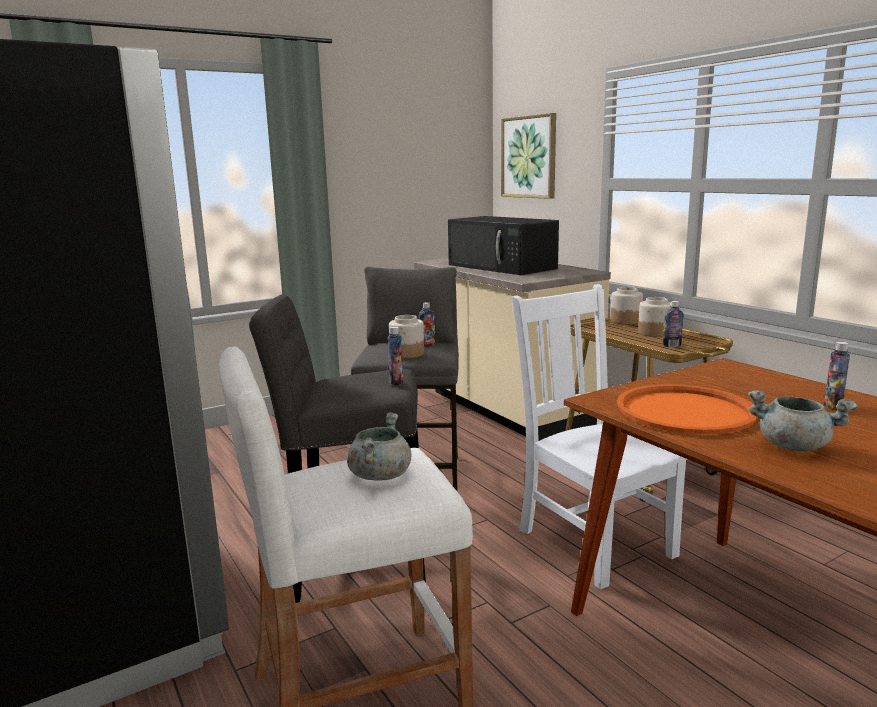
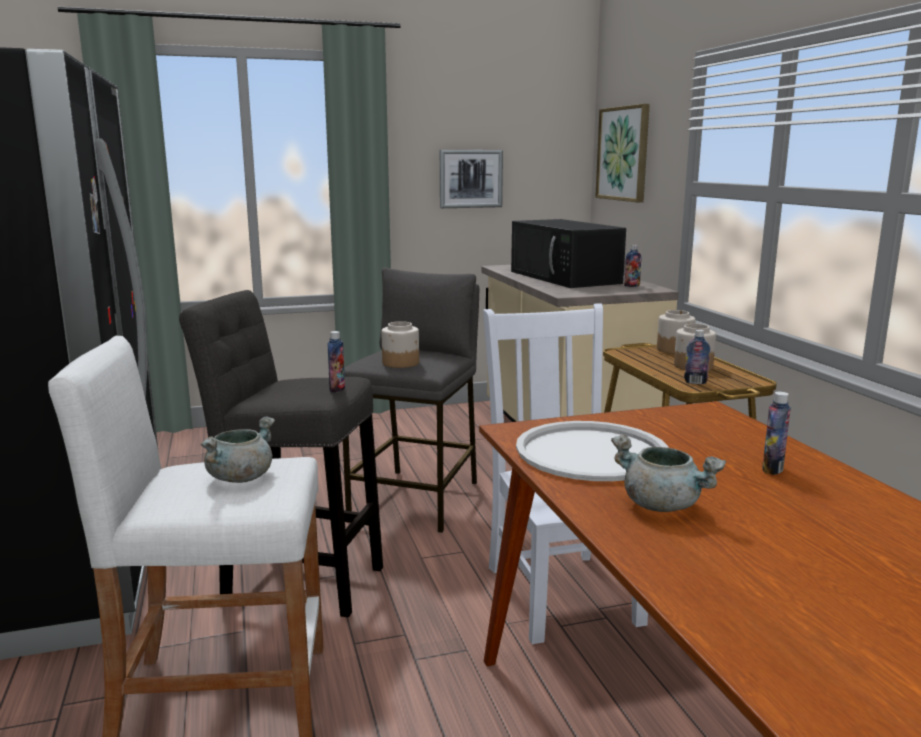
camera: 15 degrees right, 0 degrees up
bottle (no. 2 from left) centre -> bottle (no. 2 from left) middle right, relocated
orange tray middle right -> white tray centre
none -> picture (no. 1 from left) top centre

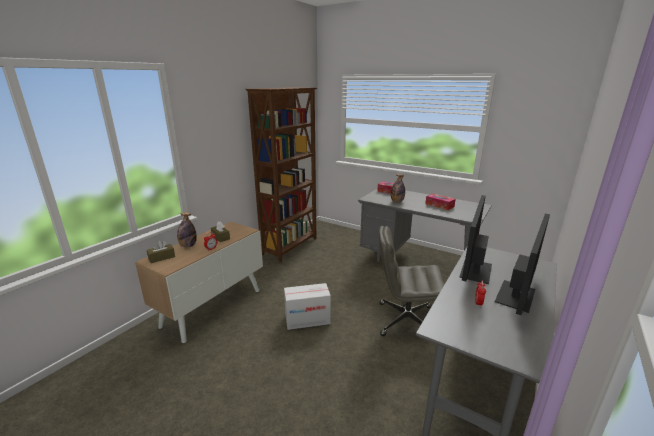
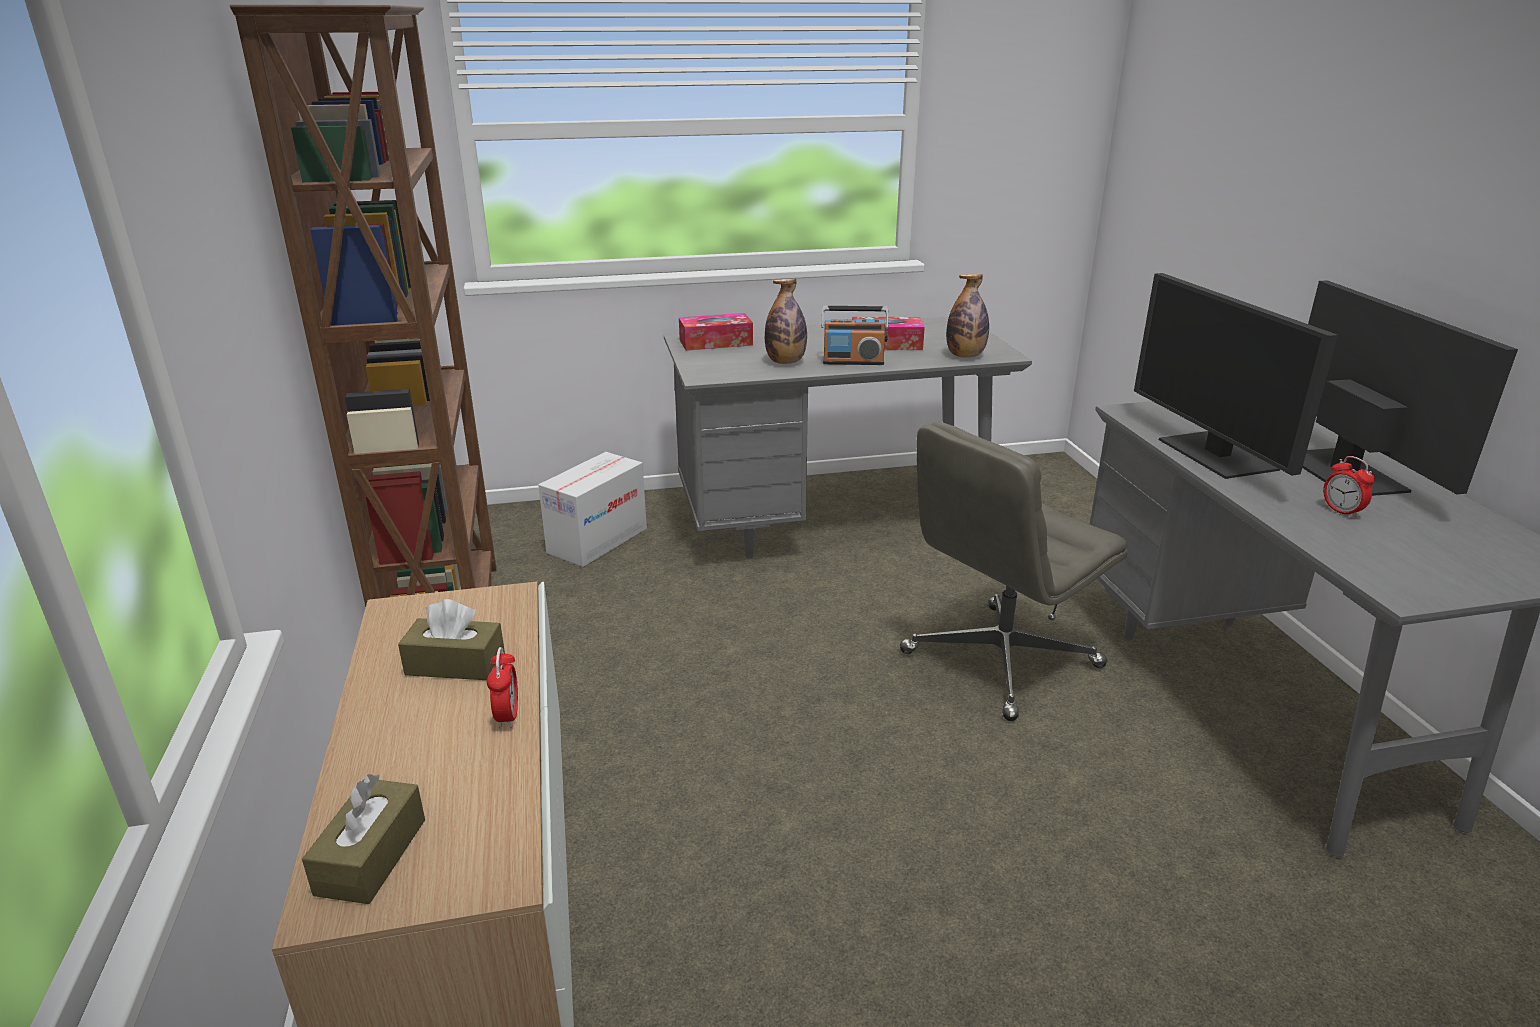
camera: 45 degrees left, 5 degrees up
bottle (no. 1 from left in the first image) middle left -> bottle (no. 2 from left) top centre, relocated
cardboard box bottom centre -> cardboard box centre, relocated
none -> radio top centre

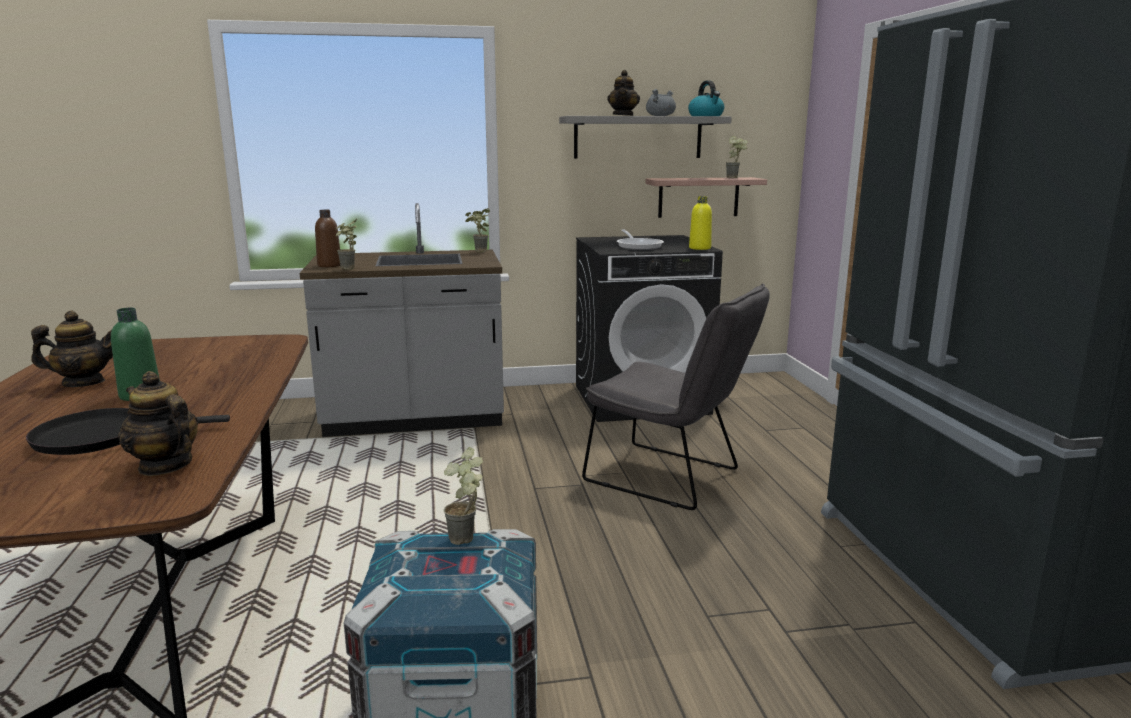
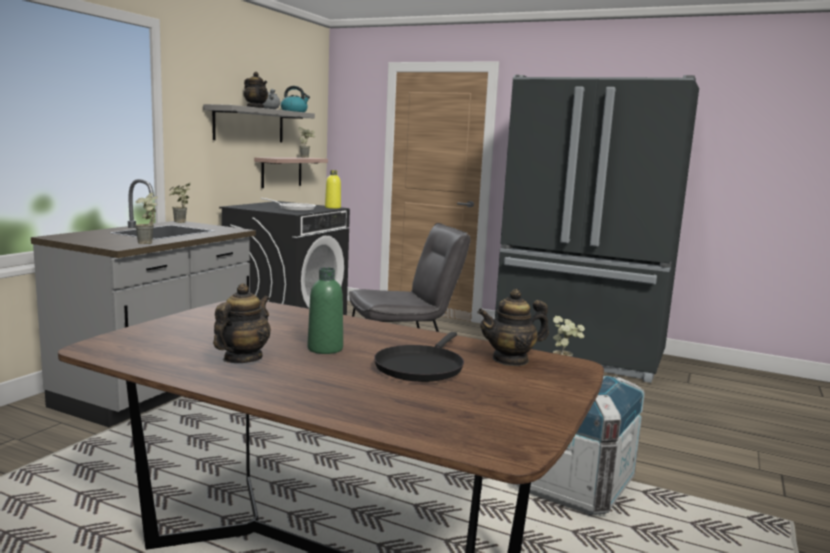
camera: 55 degrees left, 5 degrees down
brown bottle top left -> none

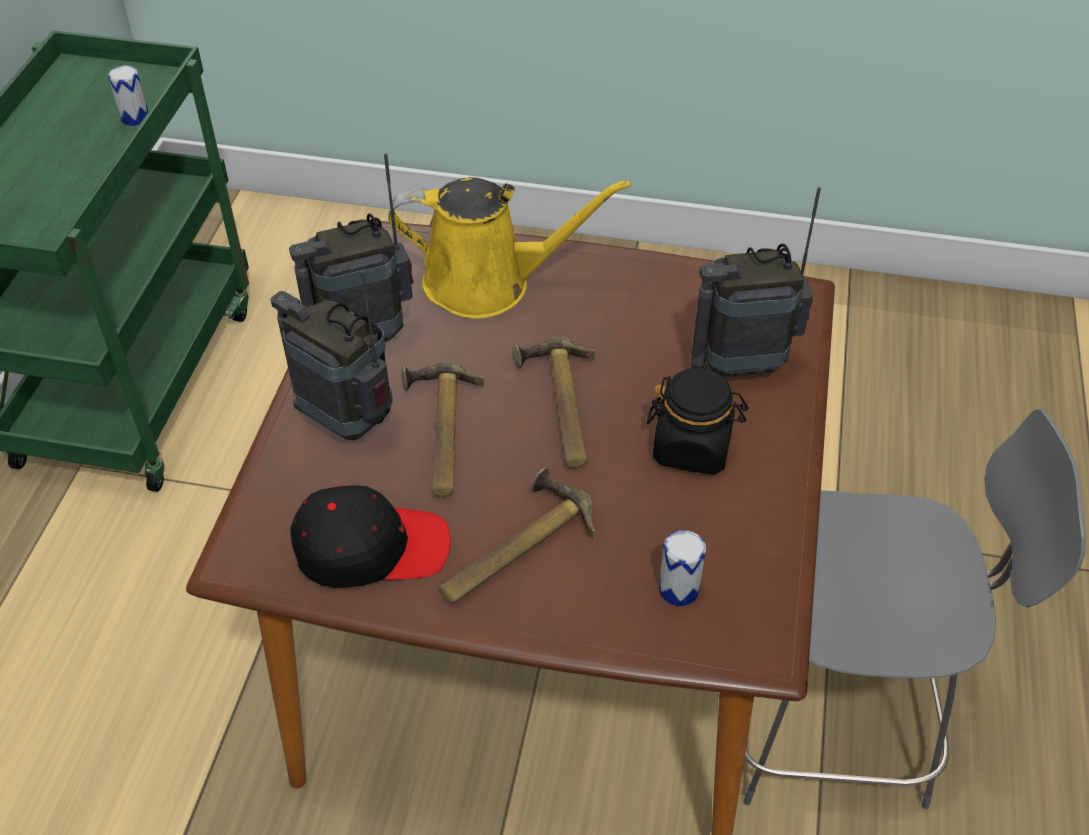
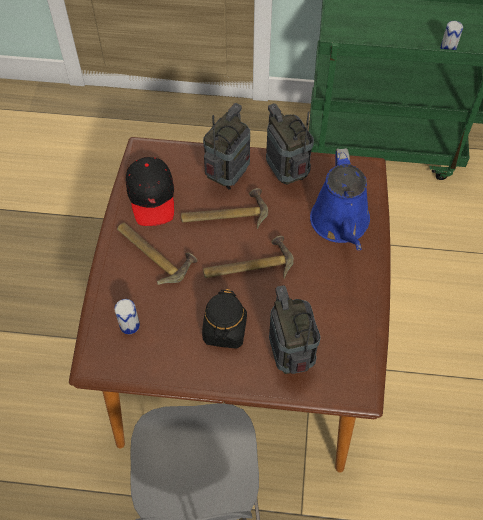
camera: 85 degrees right, 10 degrees up
yellow watering can top centre -> blue watering can middle right

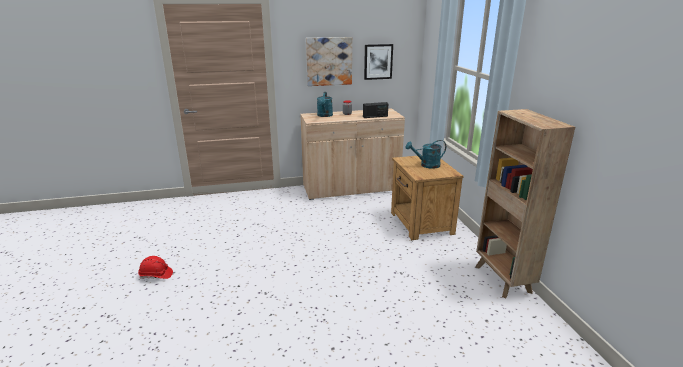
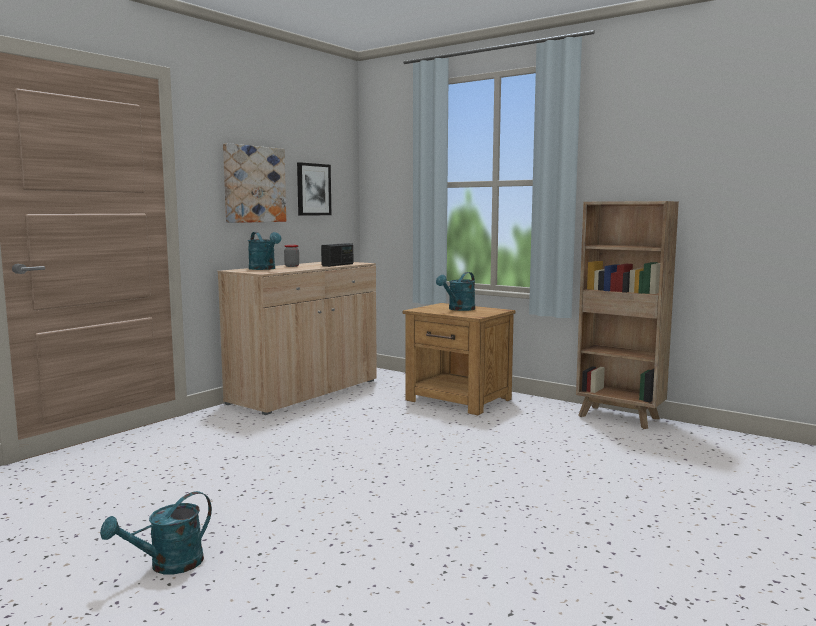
camera: 40 degrees left, 15 degrees down
red hard hat bottom left -> turquoise watering can (no. 1 from left) bottom left

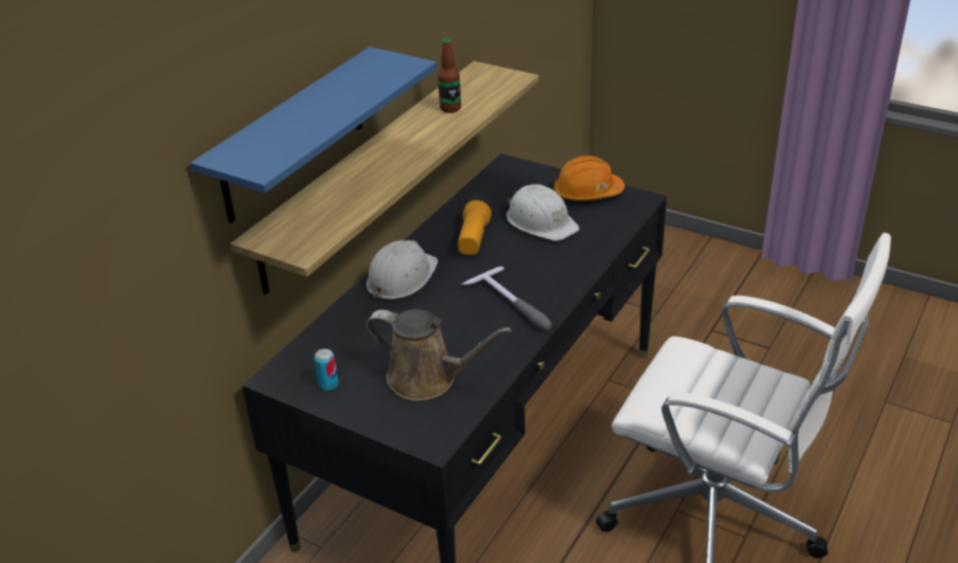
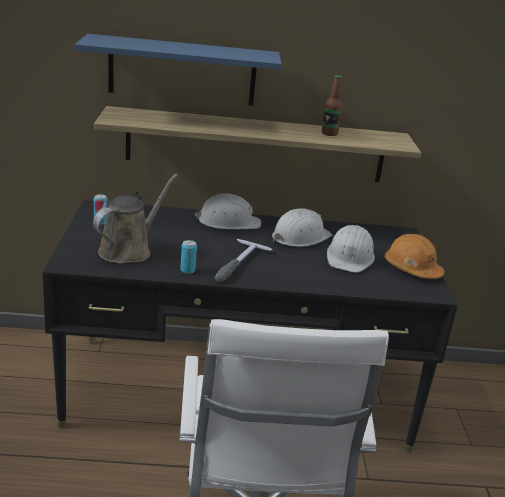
camera: 55 degrees right, 10 degrees down
flashlight centre -> white hard hat (no. 2 from left) centre
brown watering can centre -> brown watering can middle left, 135 degrees counterclockwise
none -> can (no. 2 from left) centre

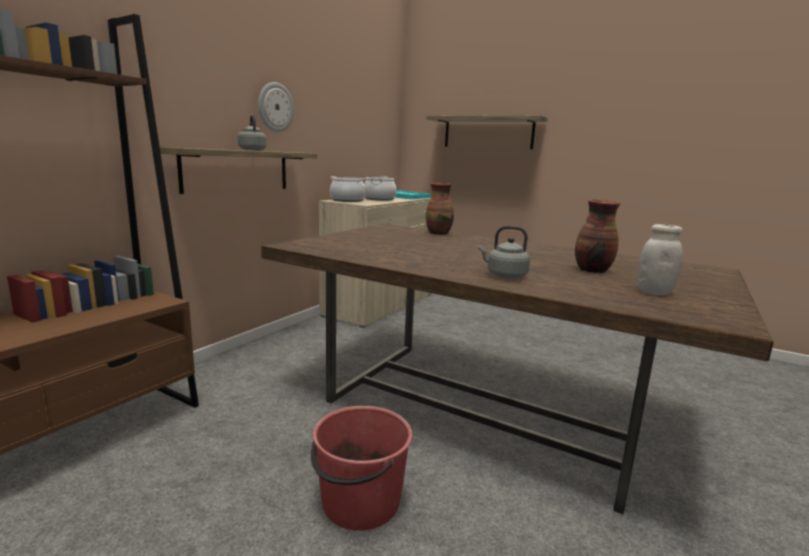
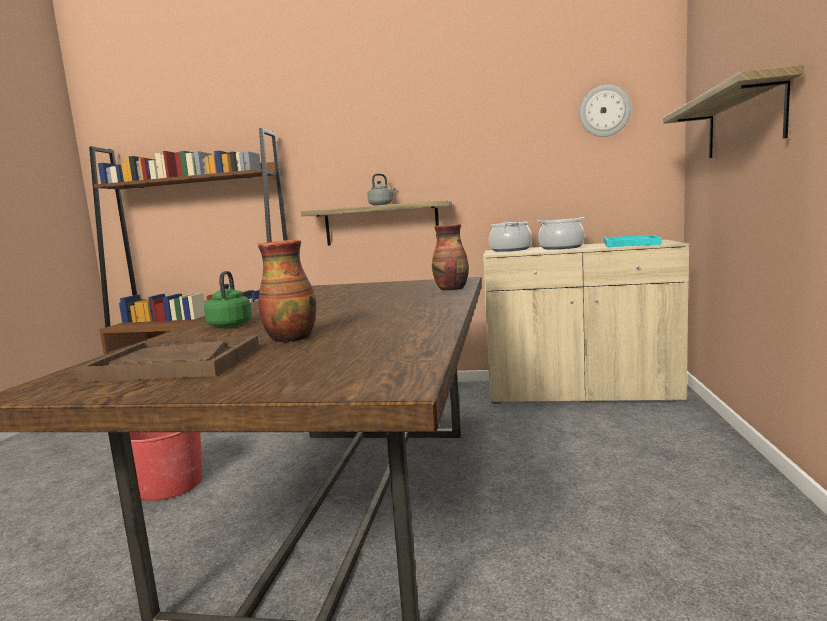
camera: 70 degrees right, 5 degrees down
wall clock top centre -> wall clock top right, relocated
white jar middle right -> brown tray middle left
grey kettle (no. 2 from left) centre -> green kettle middle left

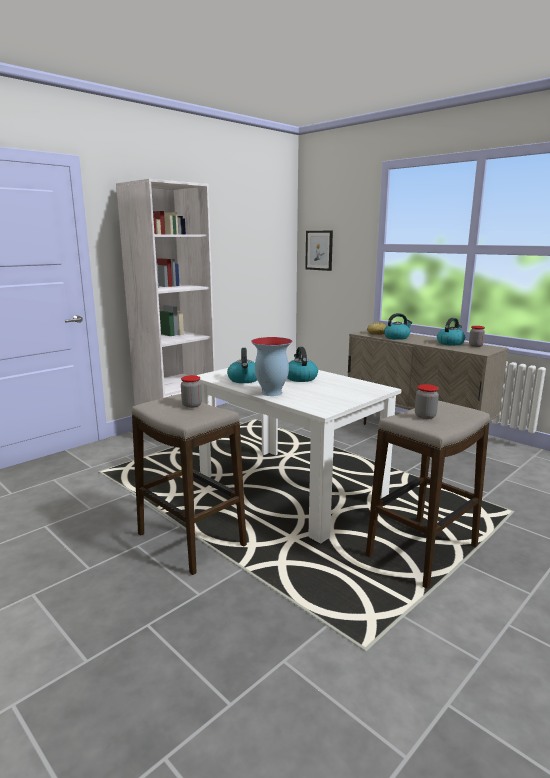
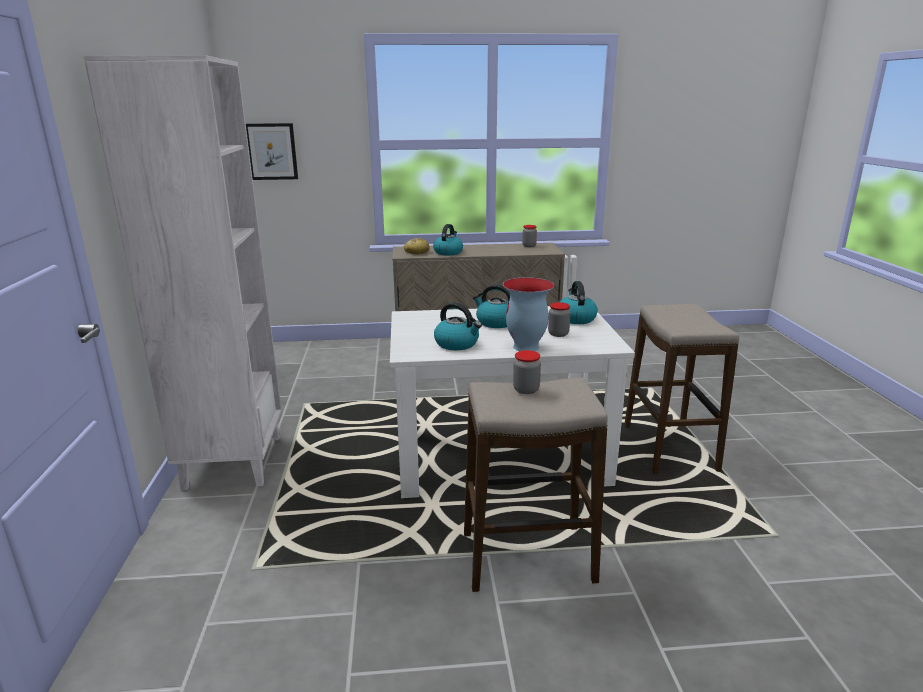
camera: 50 degrees left, 5 degrees up
kettle (no. 4 from left) middle right -> kettle (no. 4 from left) centre, relocated
jar (no. 2 from left in the first image) middle right -> jar (no. 3 from left) centre, relocated

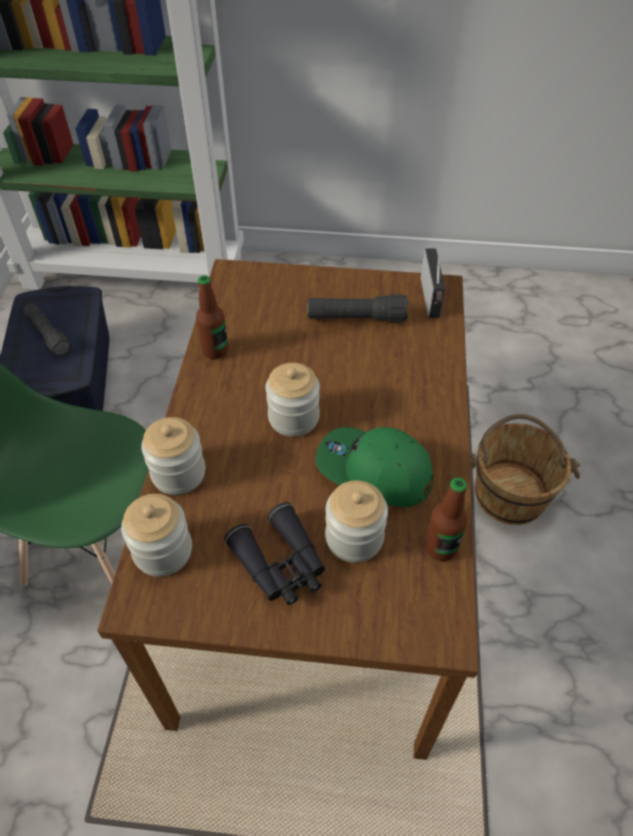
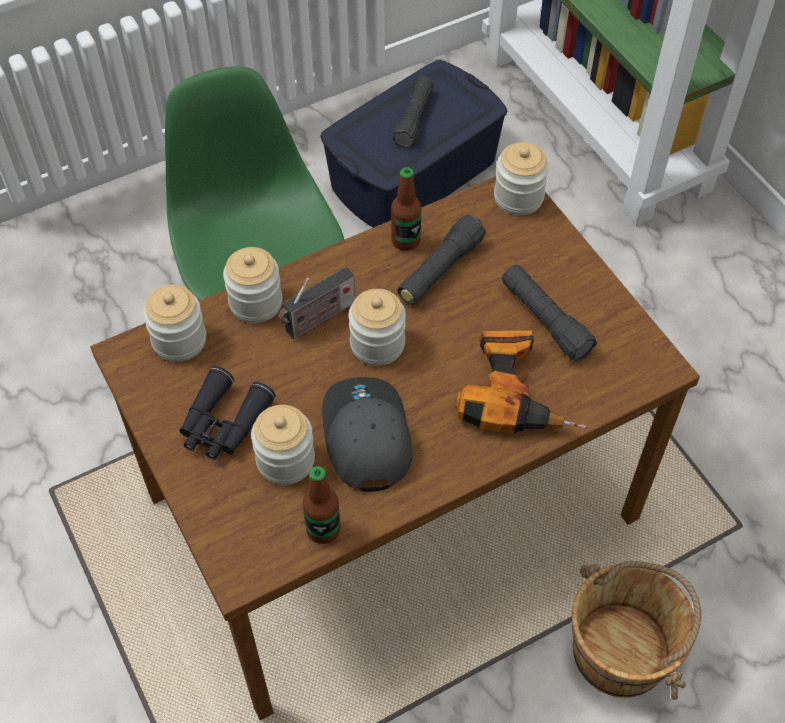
camera: 55 degrees right, 5 degrees up
radio middle right -> radio centre, relocated
green cap centre -> grey cap centre
none -> jar (no. 5 from left) top centre
none -> black flashlight (no. 2 from left) centre
none -> power drill centre

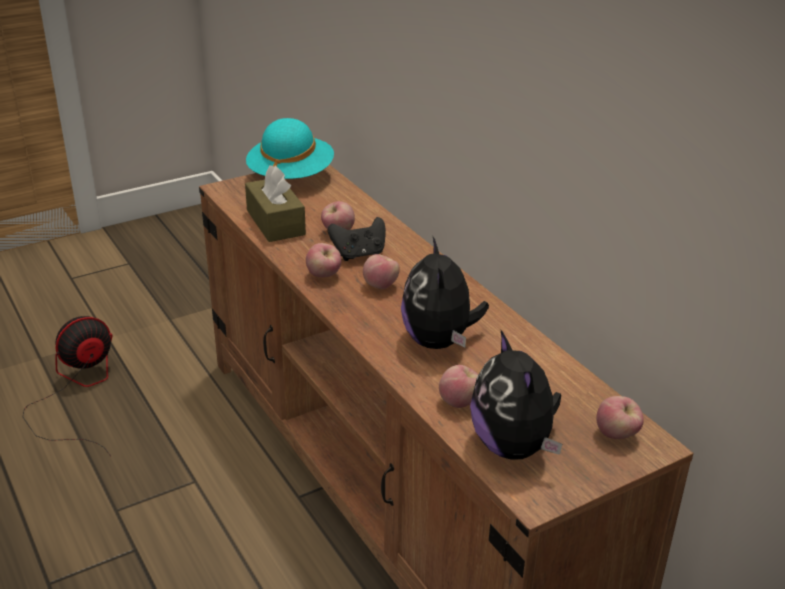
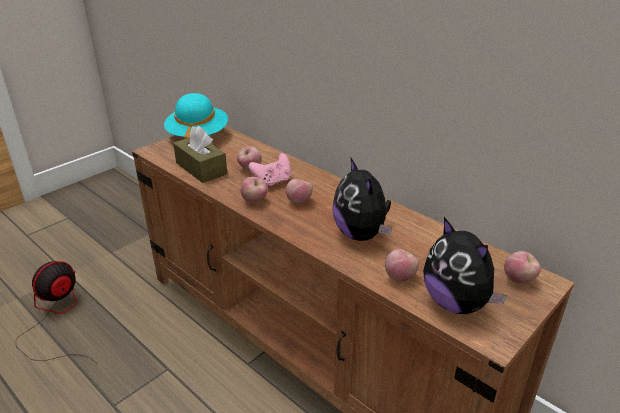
camera: 15 degrees left, 0 degrees up
black game controller centre -> pink game controller centre

